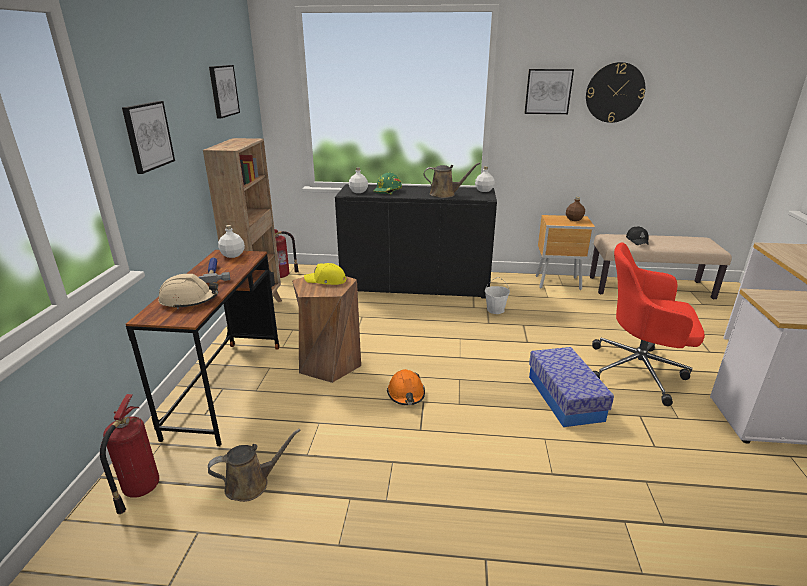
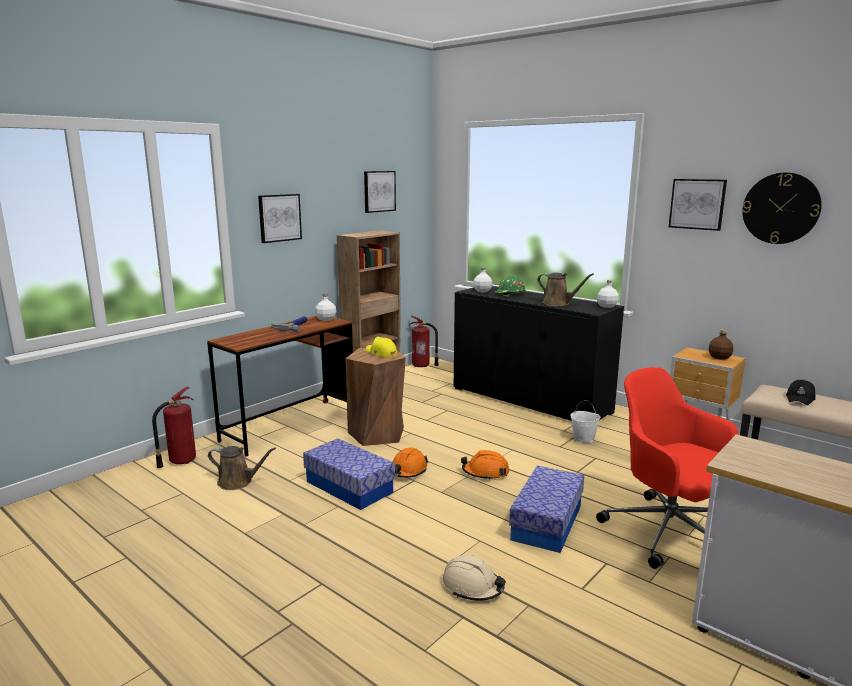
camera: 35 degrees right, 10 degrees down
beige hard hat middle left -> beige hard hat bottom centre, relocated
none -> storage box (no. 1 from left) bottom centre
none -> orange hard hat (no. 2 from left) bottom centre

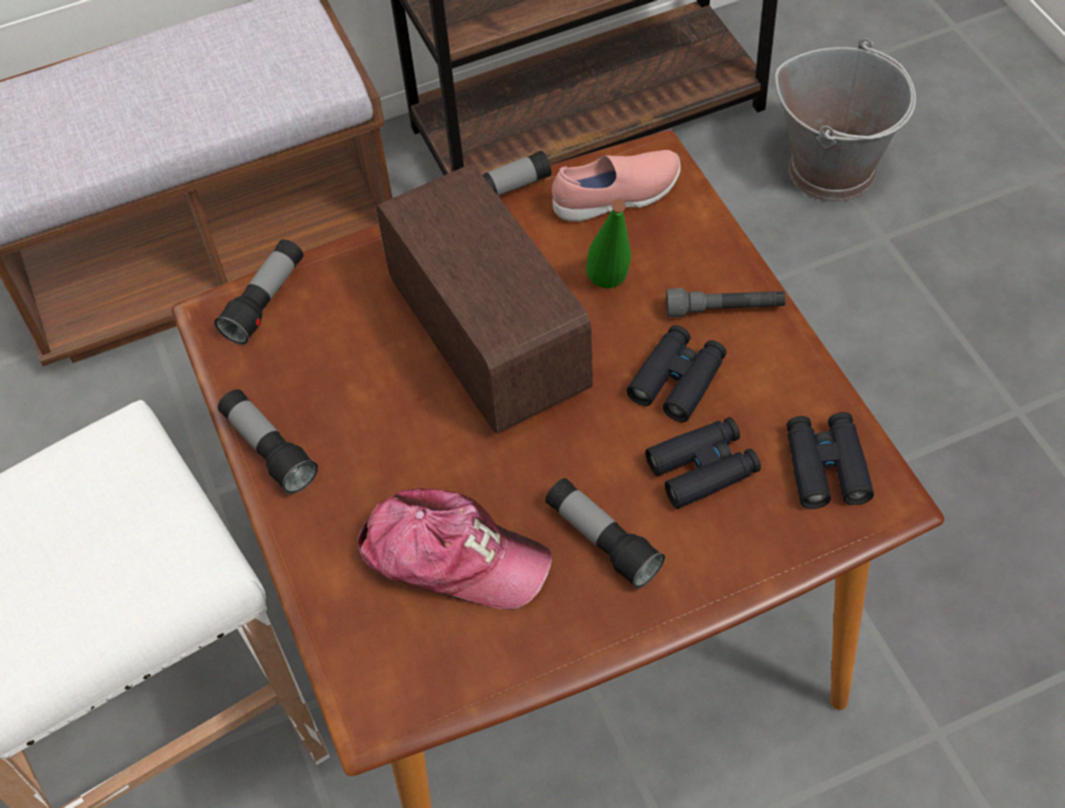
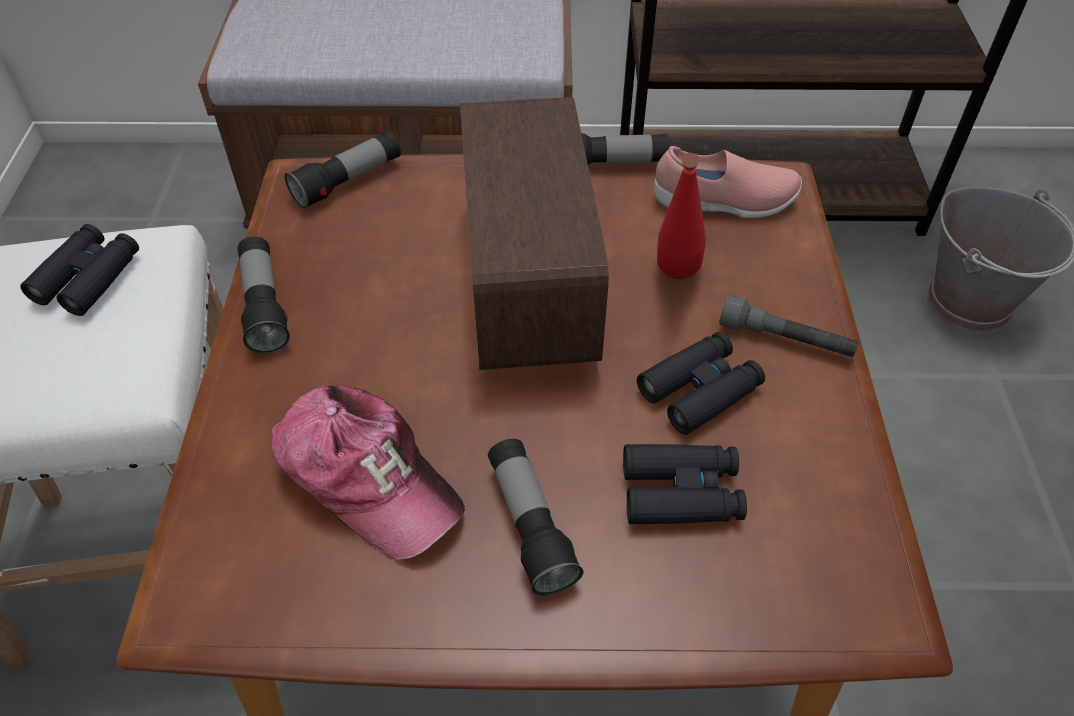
camera: 20 degrees right, 5 degrees down
green bottle top centre -> red bottle top centre
black binoculars (no. 3 from left in the first image) middle right -> black binoculars (no. 1 from left) middle left, relocated

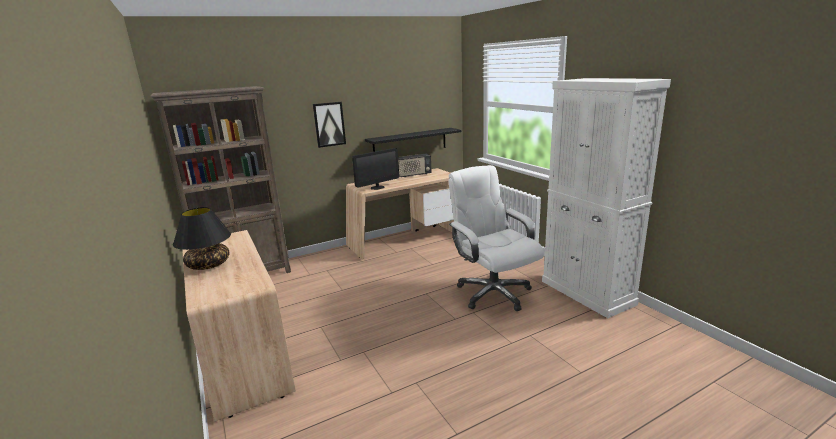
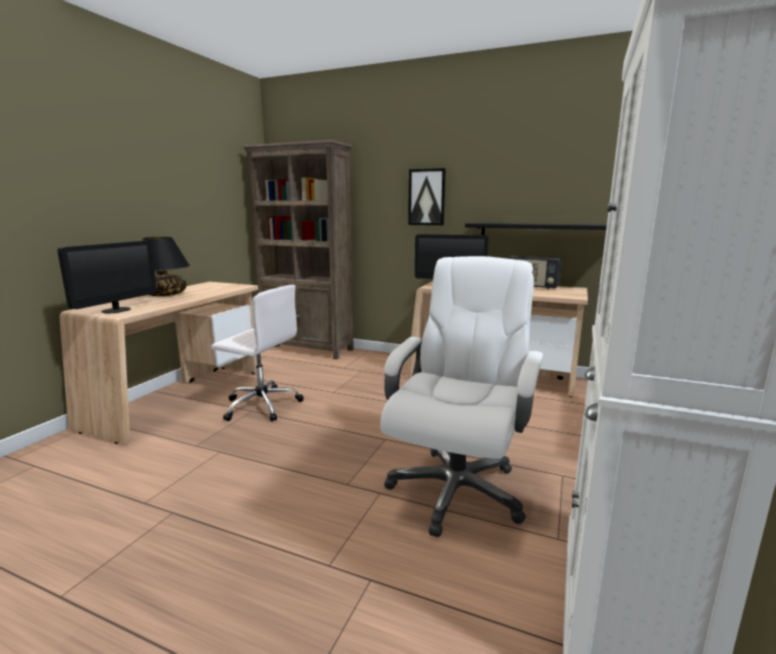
camera: 50 degrees right, 5 degrees down
none -> monitor (no. 1 from left) middle left
none -> white office chair (no. 1 from left) middle left

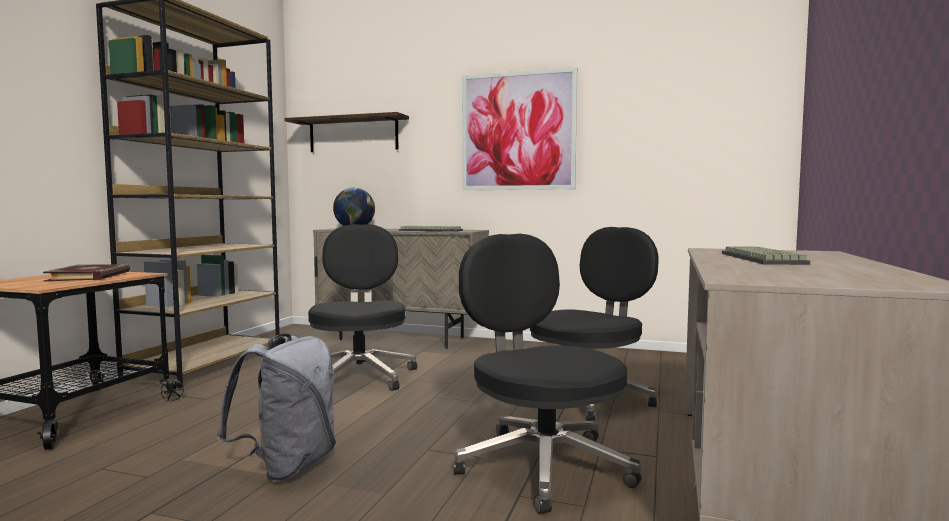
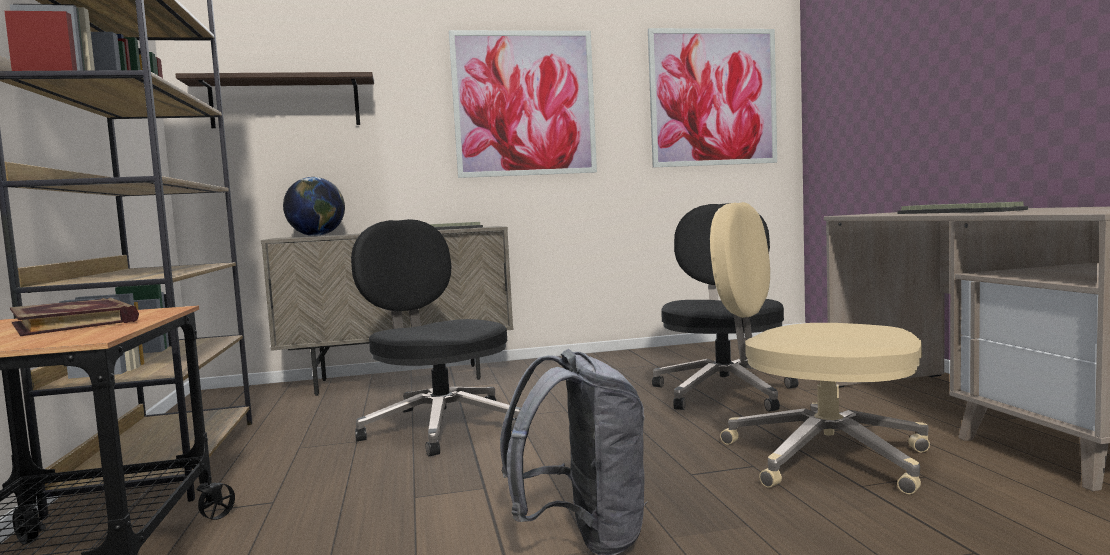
camera: 30 degrees left, 0 degrees up
black office chair (no. 2 from left) bottom centre -> beige office chair middle right
none -> picture (no. 2 from left) top centre

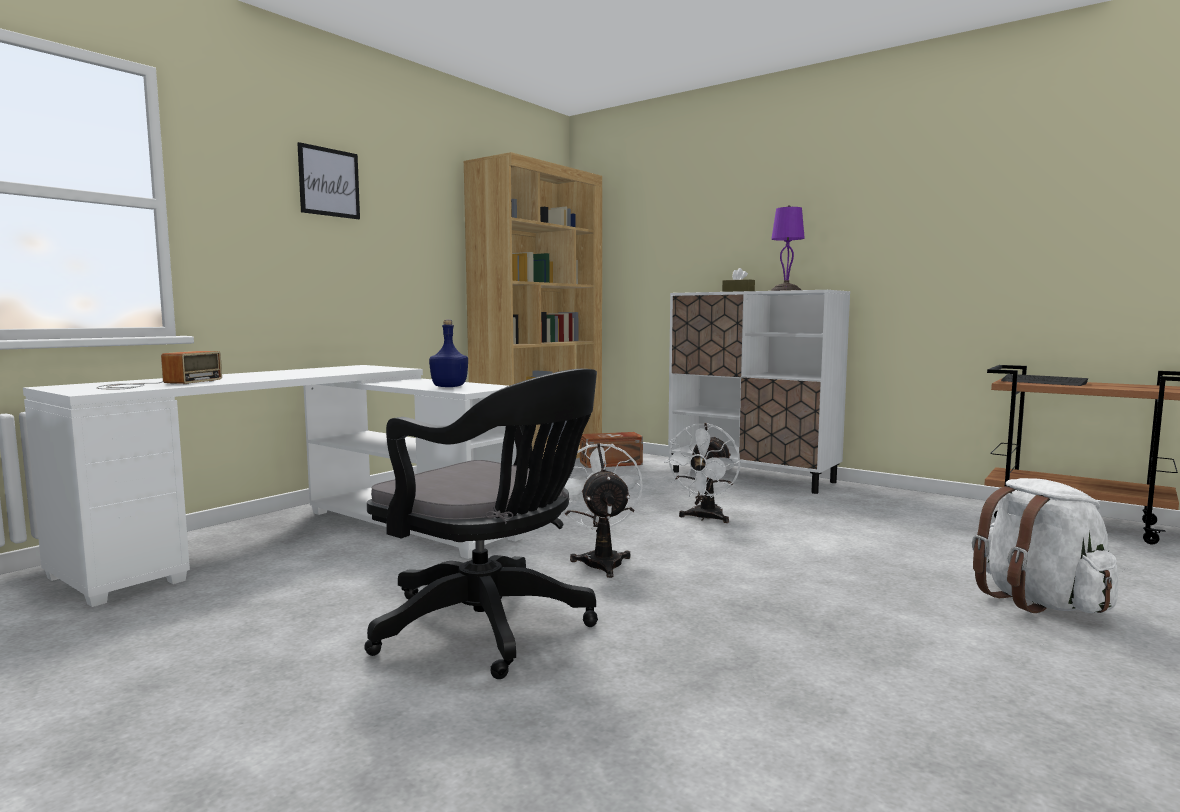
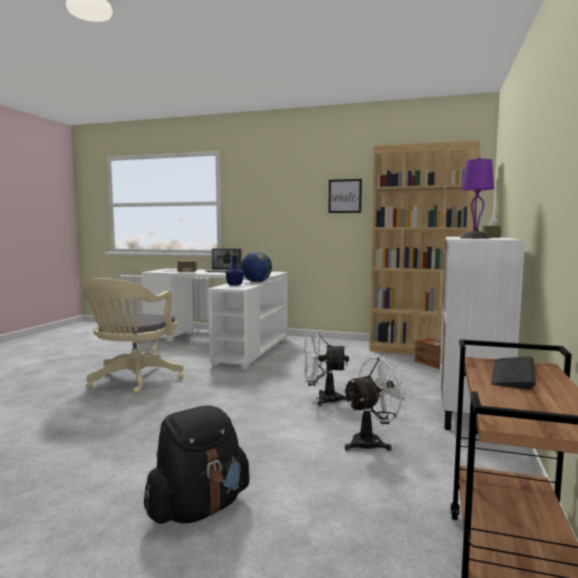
camera: 70 degrees right, 0 degrees up
picture top left -> picture centre, relocated
black office chair centre -> beige office chair middle left
white fan (no. 1 from left in the first image) centre -> white fan (no. 2 from left) bottom centre, relocated
white backpack bottom right -> black backpack bottom centre
none -> laptop centre
none -> globe centre

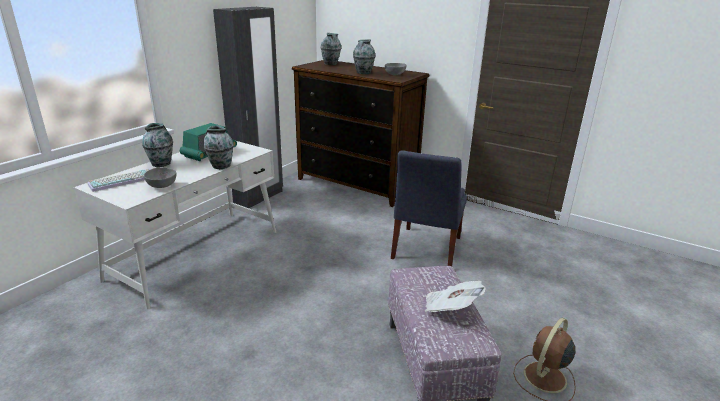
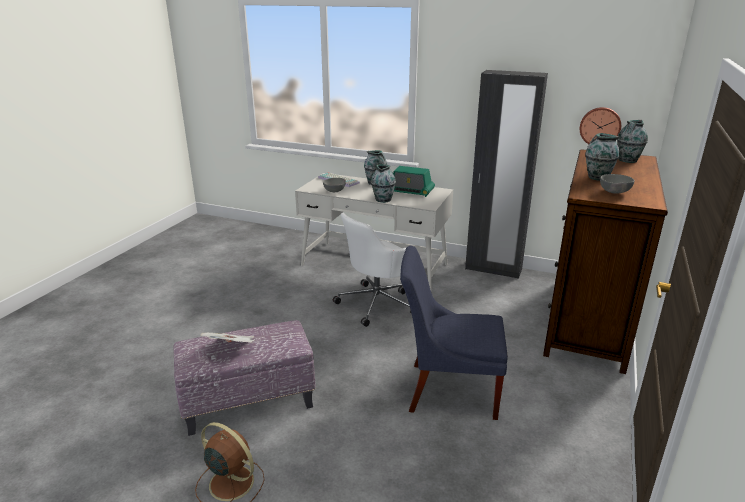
camera: 80 degrees right, 0 degrees up
none -> wall clock top right
none -> white office chair centre

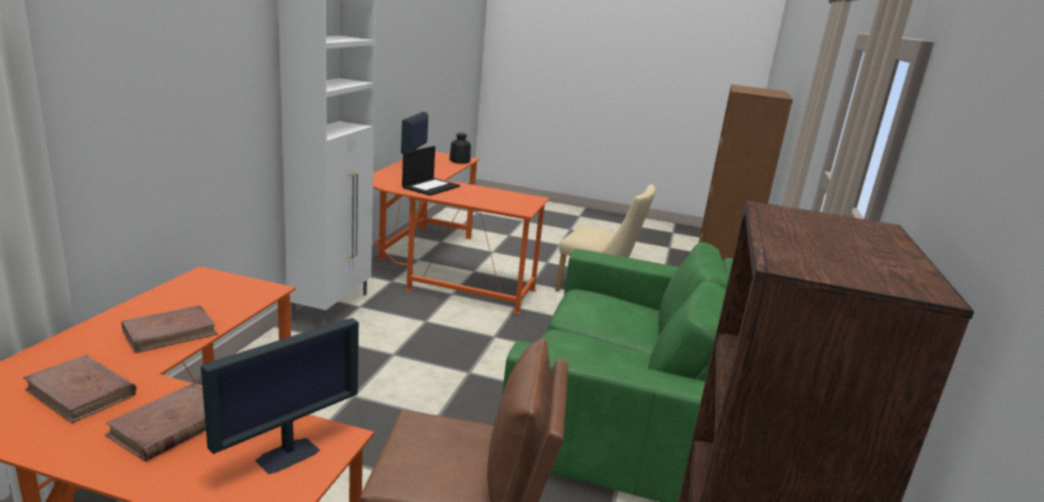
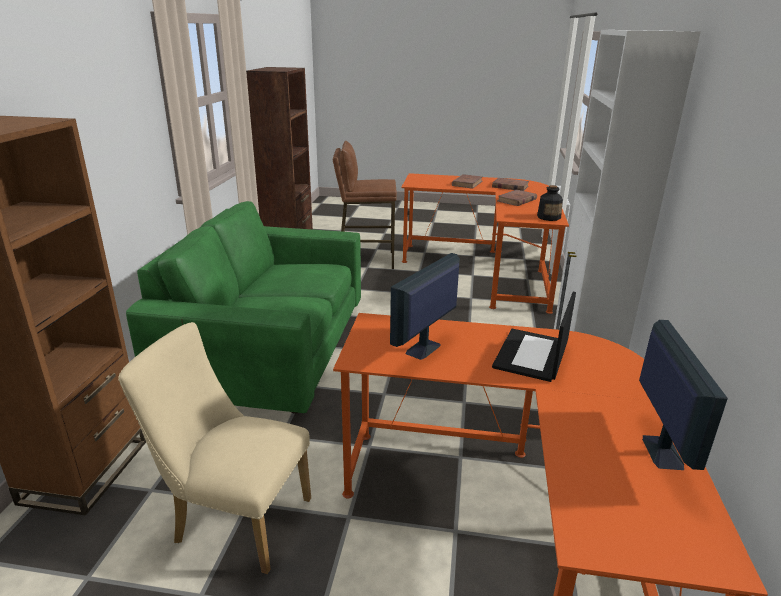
camera: 175 degrees right, 5 degrees up
bottle top centre -> bottle middle right, relocated
monitor (no. 1 from left) bottom left -> monitor (no. 1 from left) centre, relocated

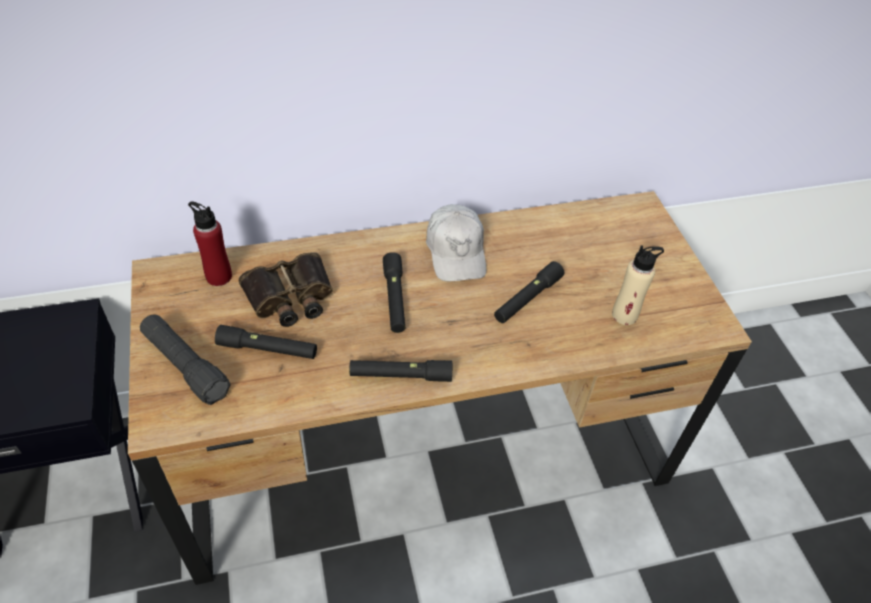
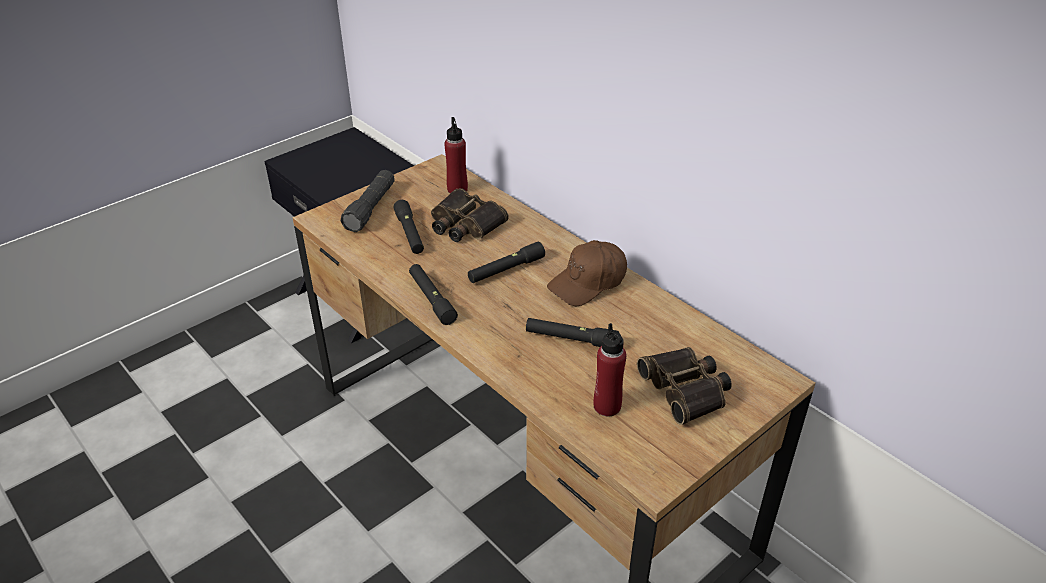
camera: 65 degrees right, 10 degrees down
white cap centre -> brown cap centre
beige bottle middle right -> red bottle (no. 2 from left) centre
none -> binoculars (no. 2 from left) centre

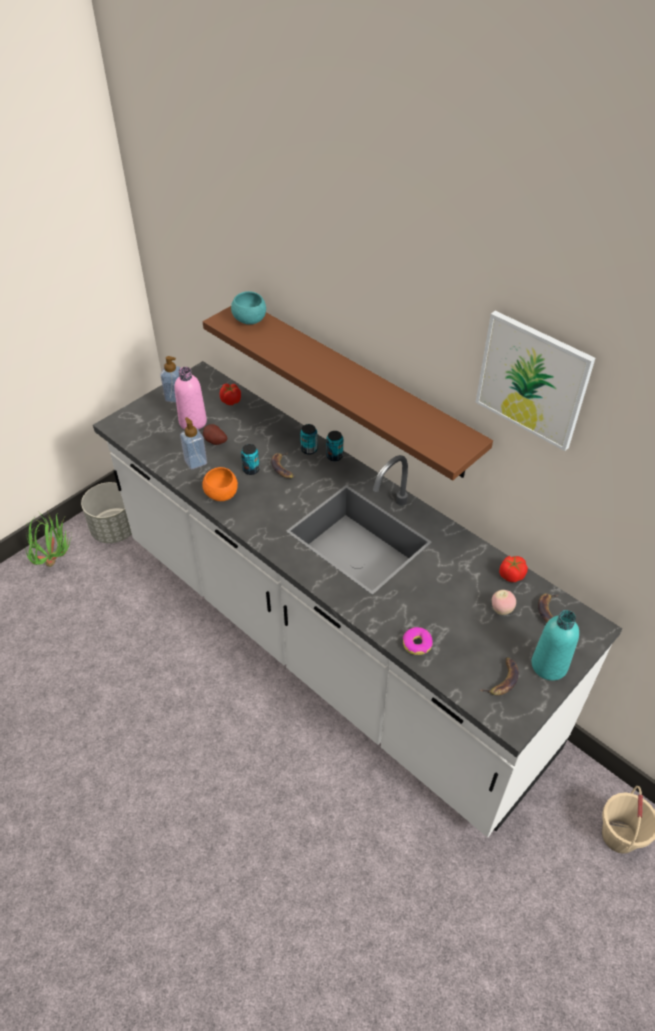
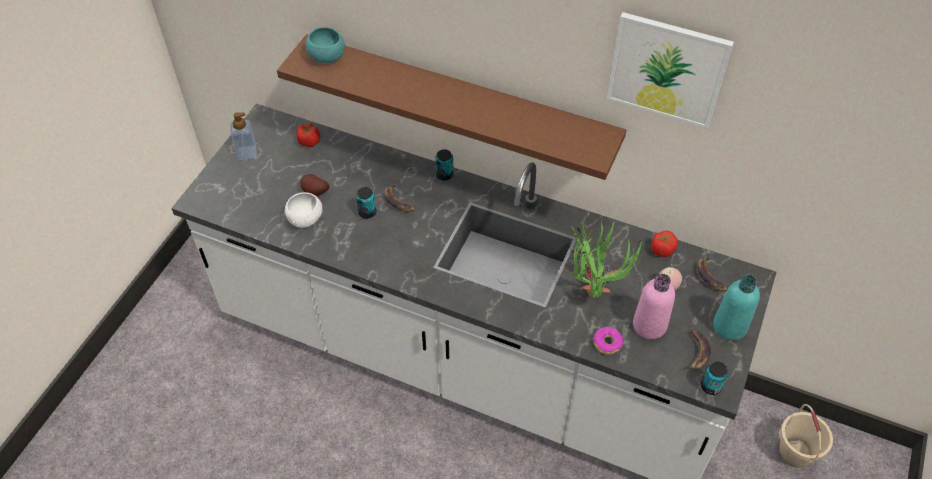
camera: 20 degrees left, 5 degrees up
pink bottle middle left -> pink bottle middle right, relocated
soap dispenser (no. 2 from left) middle left -> white bowl middle left
can (no. 2 from left in the first image) centre -> can (no. 3 from left) bottom right, relocated
orange bowl centre -> none
grey planter middle left -> none
potted plant middle left -> potted plant centre, relocated

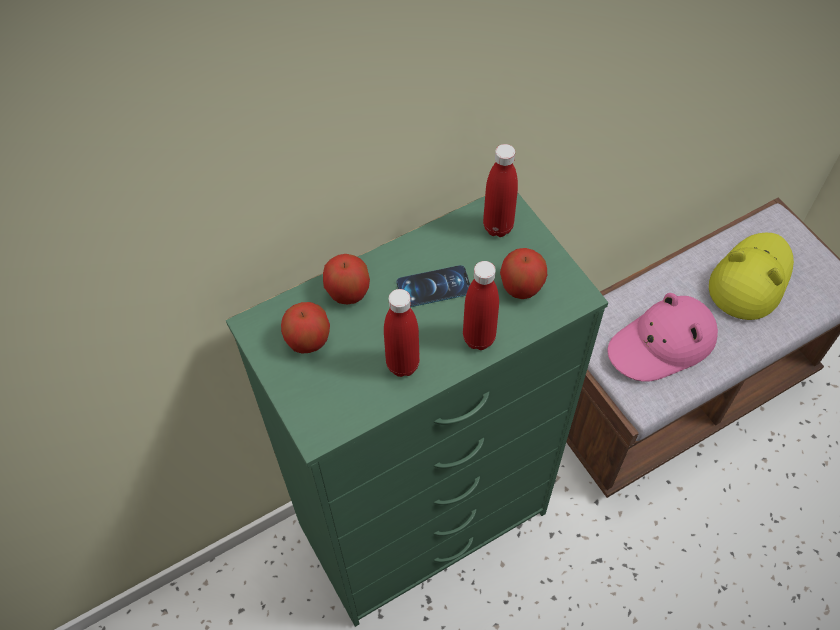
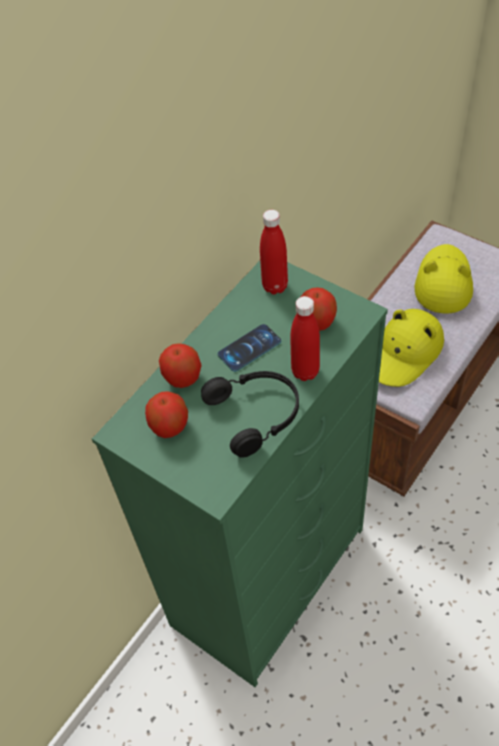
camera: 20 degrees left, 5 degrees down
red bottle (no. 1 from left) centre -> black headphones centre
pink hat middle right -> yellow hat (no. 1 from left) middle right

